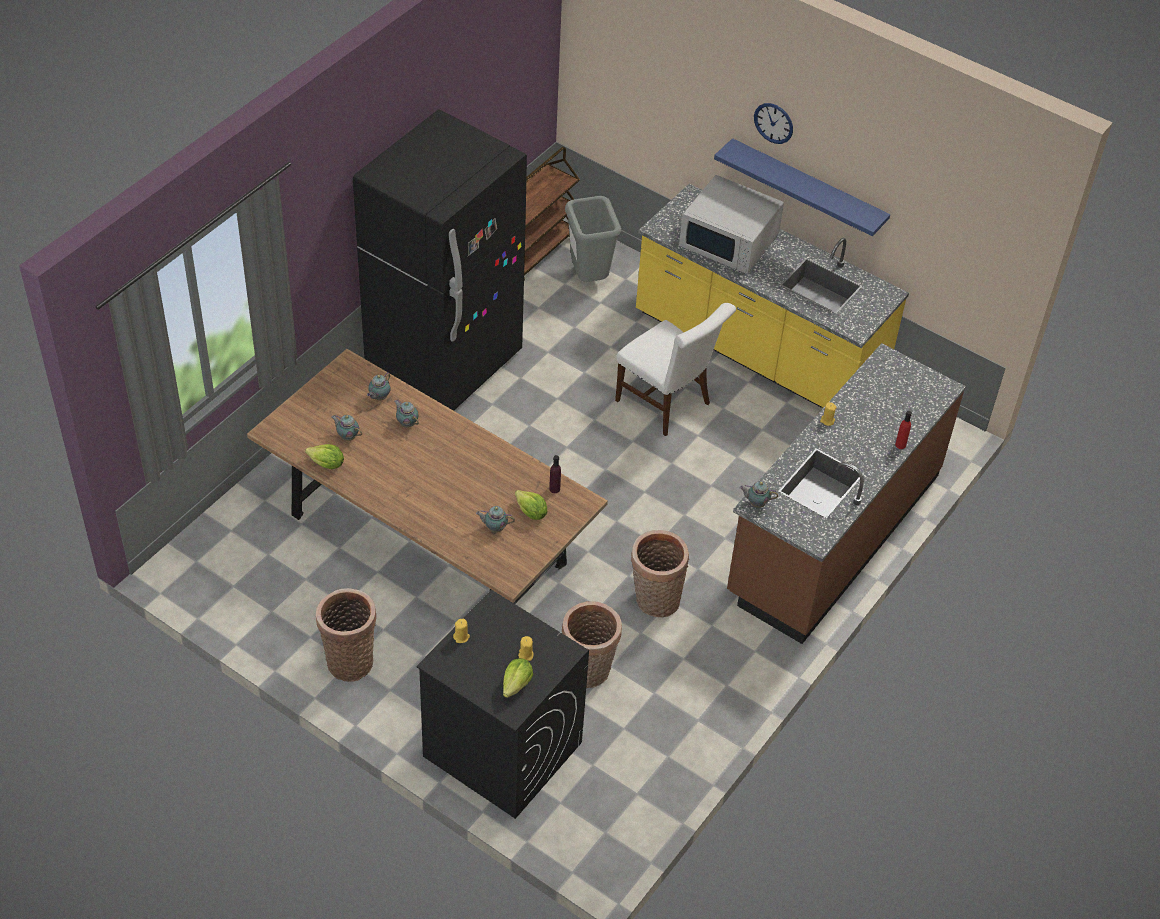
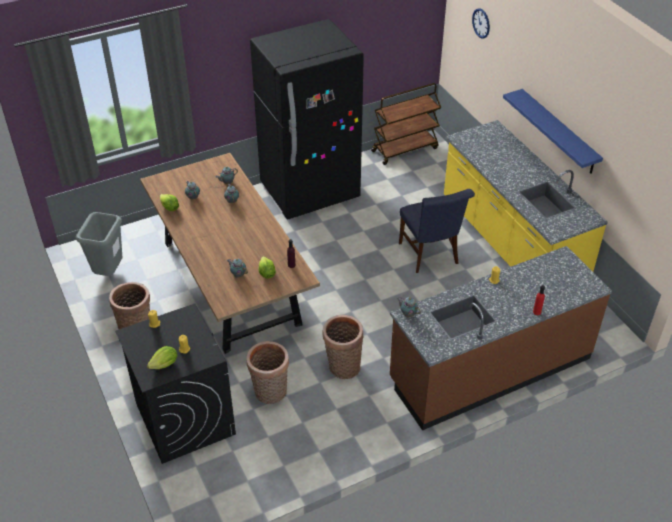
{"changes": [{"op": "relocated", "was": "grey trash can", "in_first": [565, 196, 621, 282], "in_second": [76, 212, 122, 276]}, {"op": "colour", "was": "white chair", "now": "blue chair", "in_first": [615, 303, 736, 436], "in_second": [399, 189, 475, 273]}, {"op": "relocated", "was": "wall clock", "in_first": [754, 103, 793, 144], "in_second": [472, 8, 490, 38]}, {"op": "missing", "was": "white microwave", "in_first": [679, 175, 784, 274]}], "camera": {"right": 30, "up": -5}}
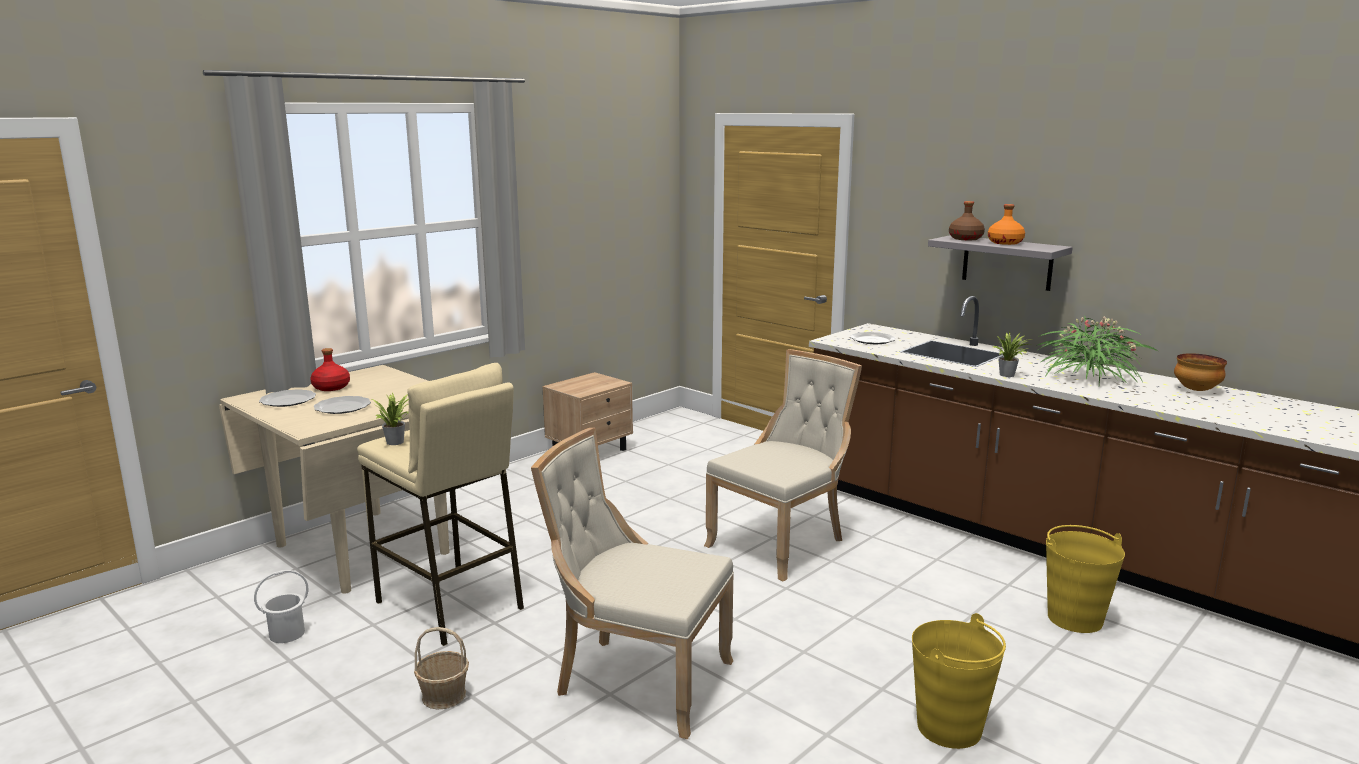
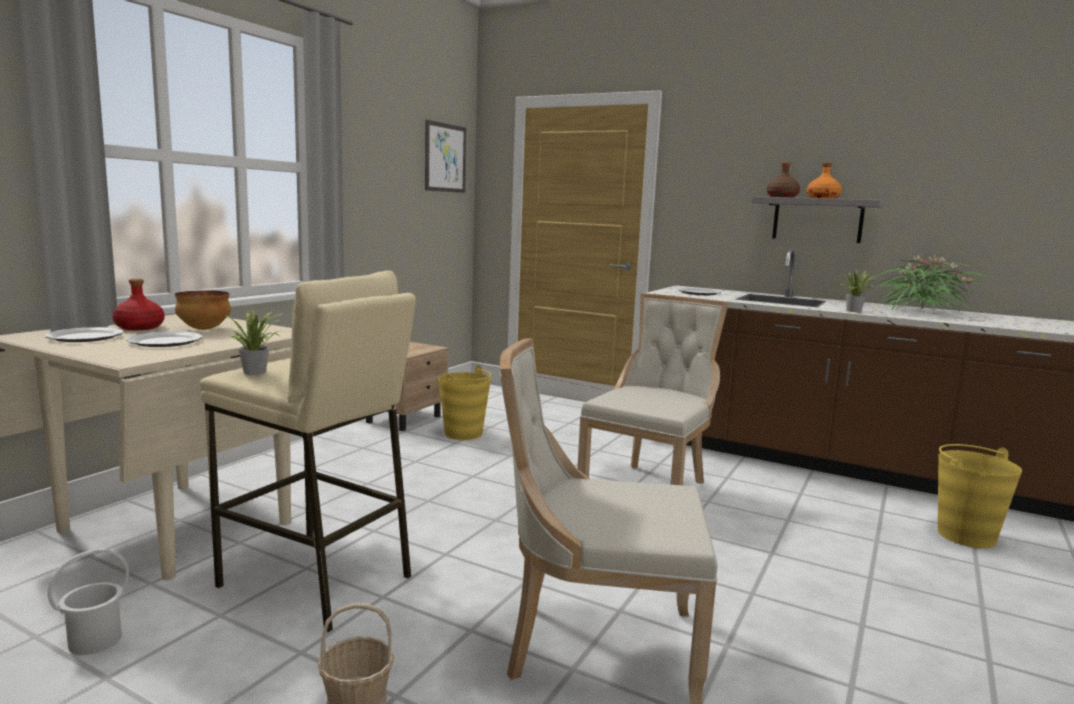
{"changes": [{"op": "relocated", "was": "bowl", "in_first": [1174, 353, 1227, 391], "in_second": [175, 290, 231, 330]}, {"op": "appeared", "now": "picture", "in_second": [425, 120, 466, 193]}, {"op": "relocated", "was": "yellow bucket", "in_first": [912, 613, 1006, 749], "in_second": [438, 365, 491, 440]}], "camera": {"right": -15, "up": -5}}
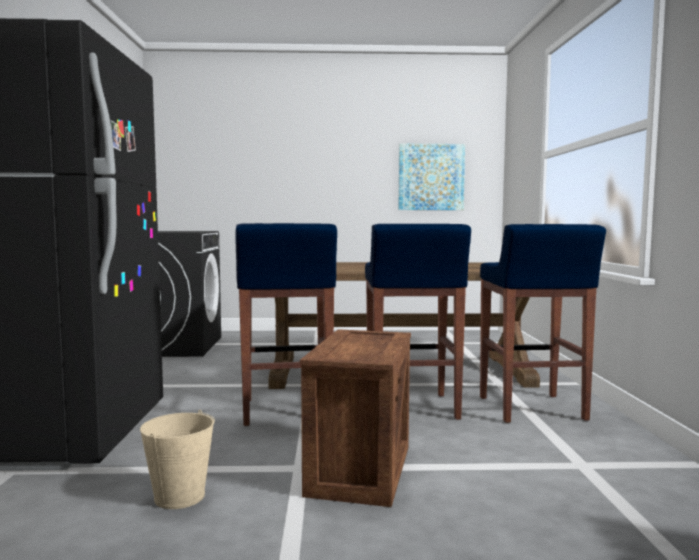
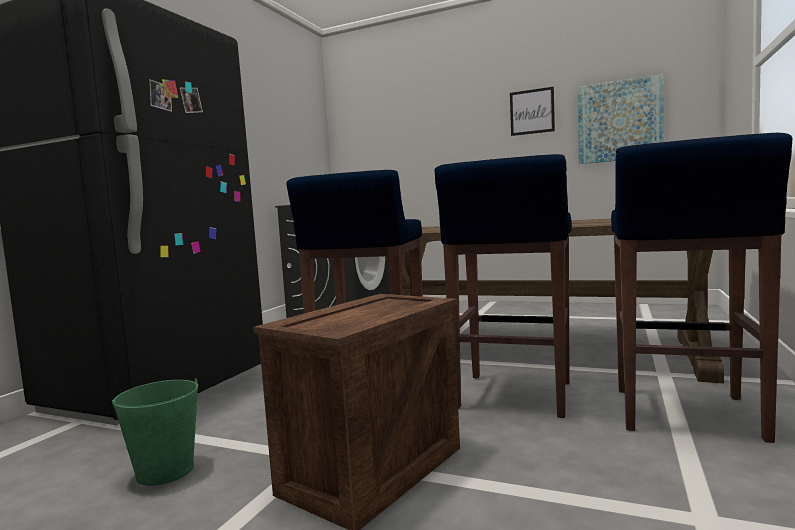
{"changes": [{"op": "colour", "was": "beige bucket", "now": "green bucket", "in_first": [140, 410, 215, 509], "in_second": [112, 378, 198, 486]}, {"op": "appeared", "now": "picture", "in_second": [510, 87, 555, 136]}], "camera": {"right": 25, "up": 0}}
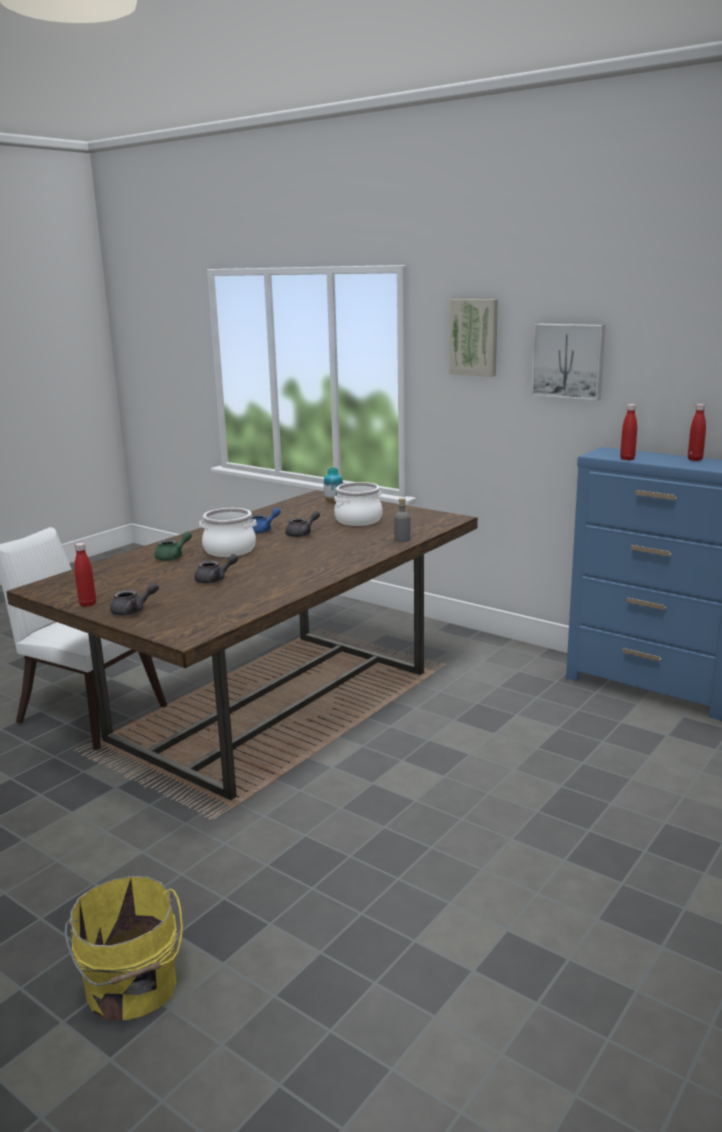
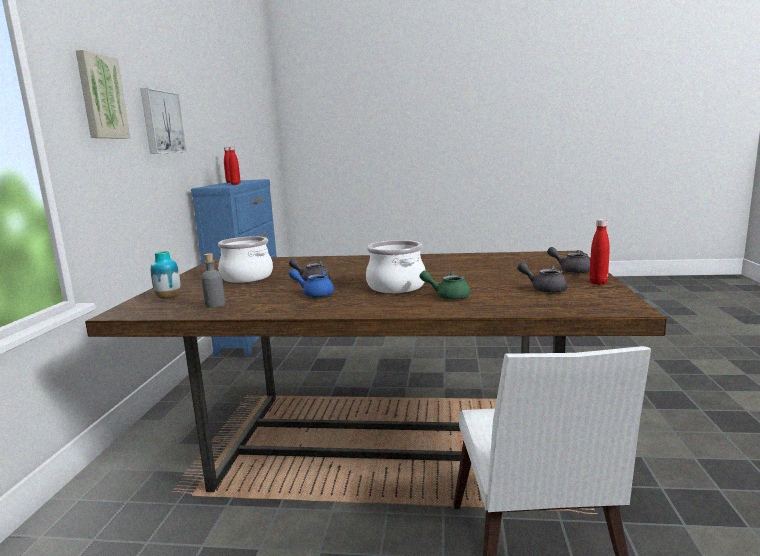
{"changes": [{"op": "relocated", "was": "grey bottle", "in_first": [394, 498, 410, 542], "in_second": [201, 253, 225, 308]}, {"op": "relocated", "was": "grey teapot", "in_first": [195, 554, 239, 584], "in_second": [517, 262, 567, 293]}, {"op": "missing", "was": "yellow bucket", "in_first": [65, 876, 183, 1021]}], "camera": {"right": -120, "up": -5}}
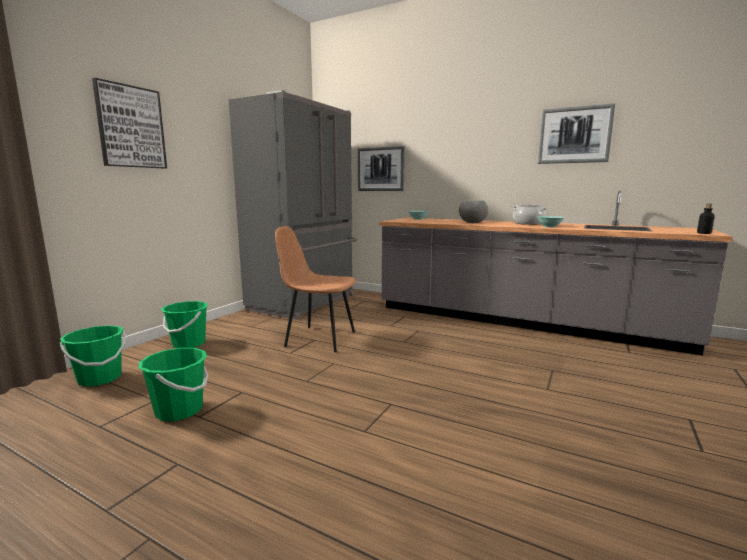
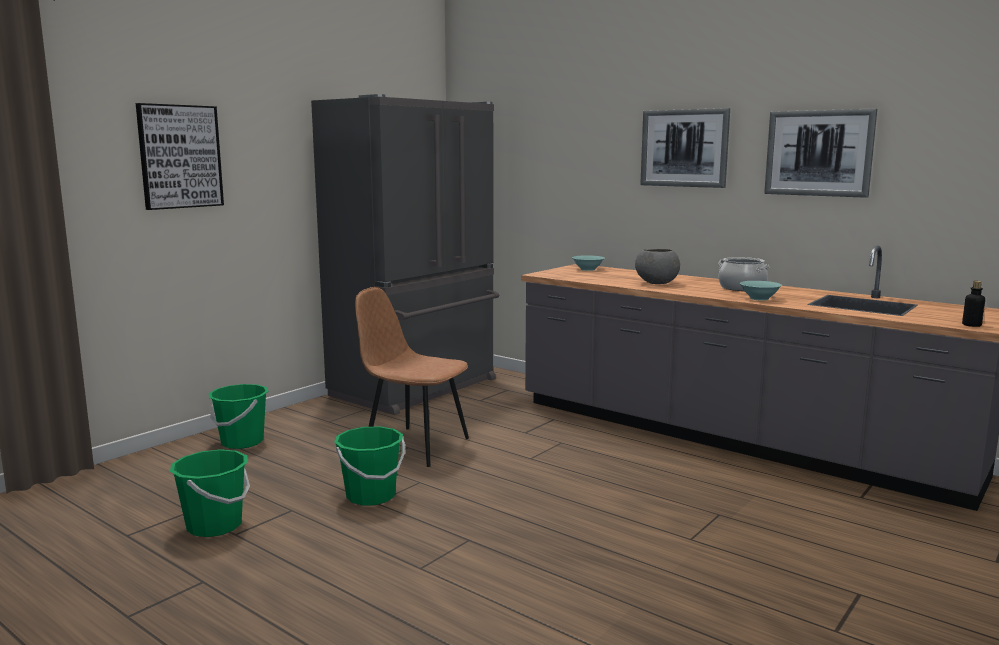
{"changes": [{"op": "relocated", "was": "green bucket", "in_first": [60, 325, 126, 387], "in_second": [334, 426, 405, 506]}, {"op": "relocated", "was": "picture", "in_first": [358, 146, 405, 191], "in_second": [640, 108, 730, 188]}], "camera": {"right": 10, "up": 0}}
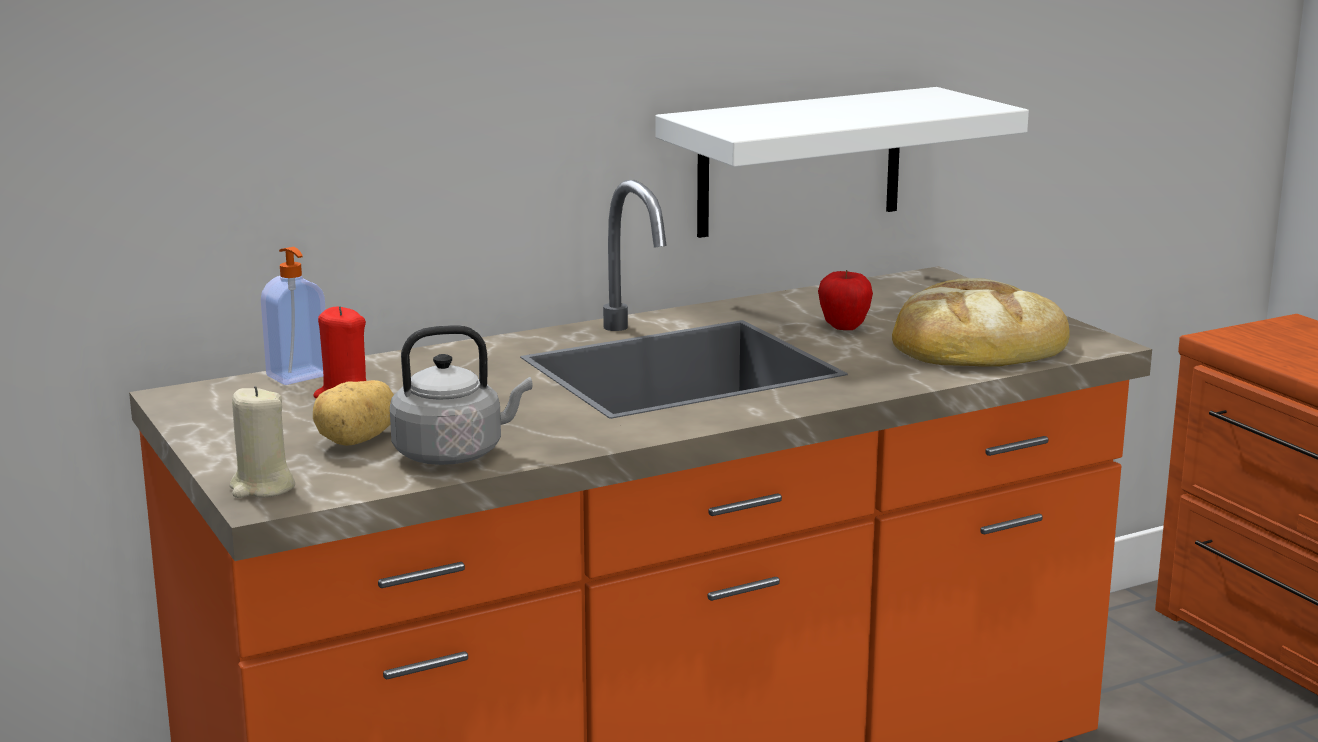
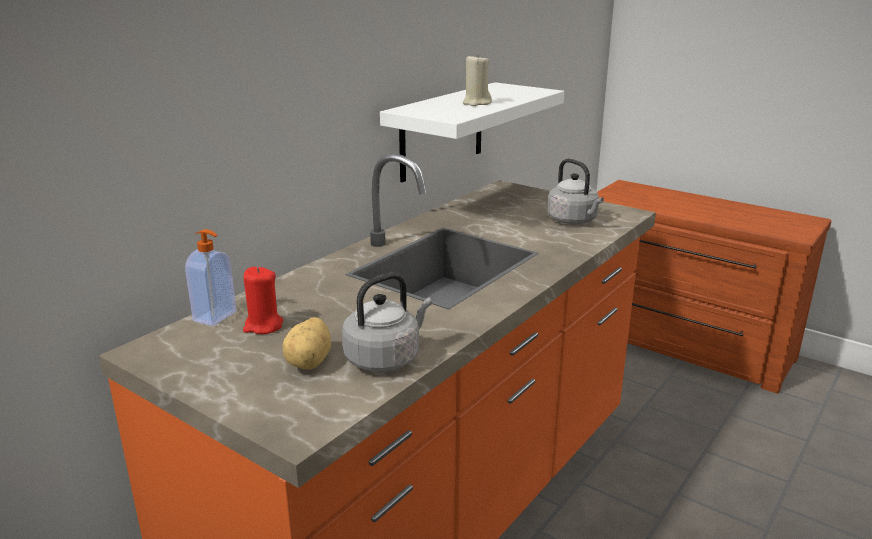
{"changes": [{"op": "relocated", "was": "beige candle", "in_first": [229, 386, 295, 498], "in_second": [463, 53, 492, 106]}, {"op": "exchanged", "was": "bread", "now": "grey kettle", "in_first": [892, 278, 1070, 367], "in_second": [548, 159, 604, 224]}, {"op": "missing", "was": "apple", "in_first": [818, 270, 873, 330]}], "camera": {"right": -25, "up": 5}}
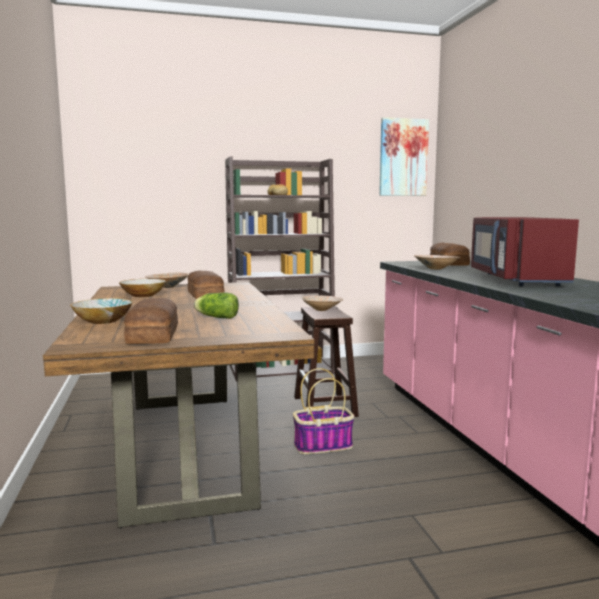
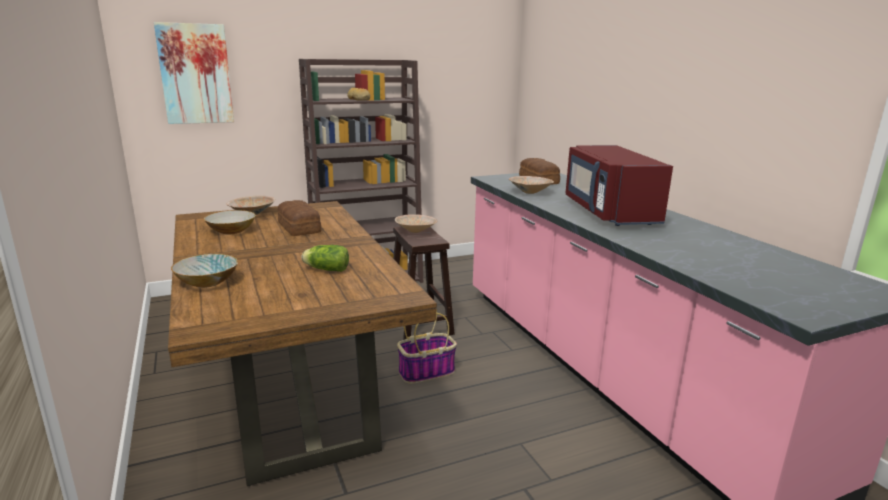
{"changes": [{"op": "relocated", "was": "picture", "in_first": [379, 117, 429, 196], "in_second": [154, 22, 234, 124]}, {"op": "missing", "was": "bread", "in_first": [124, 298, 178, 344]}], "camera": {"right": -10, "up": 10}}
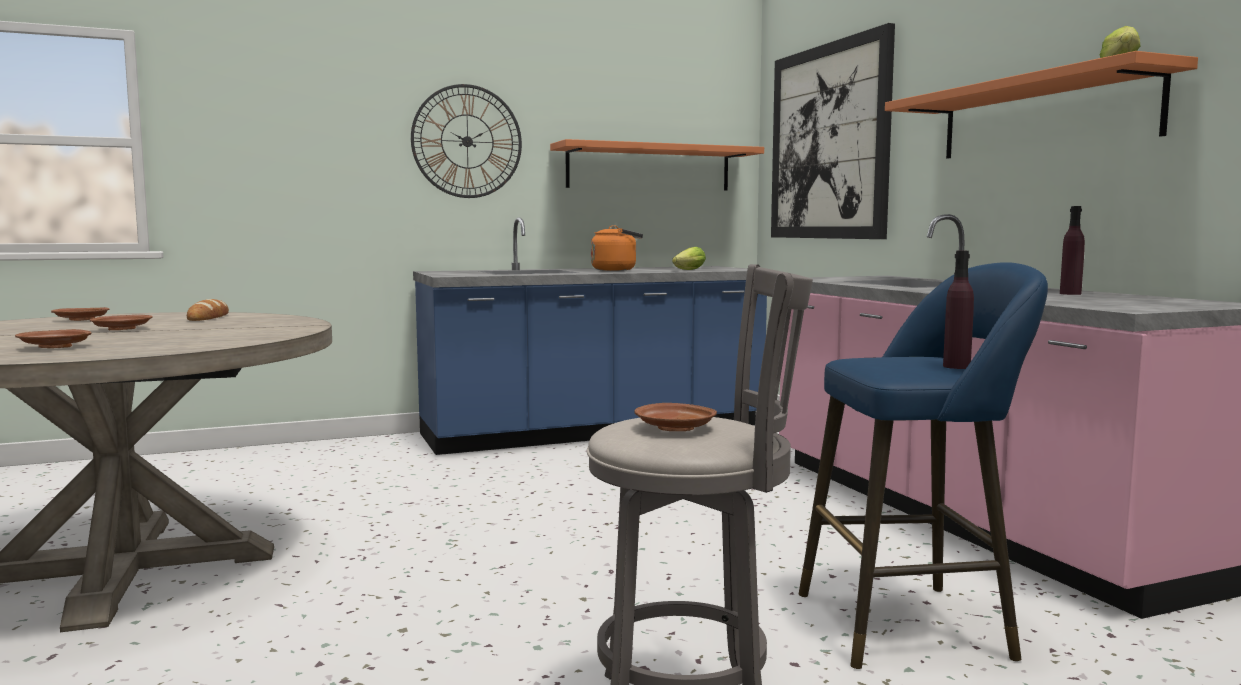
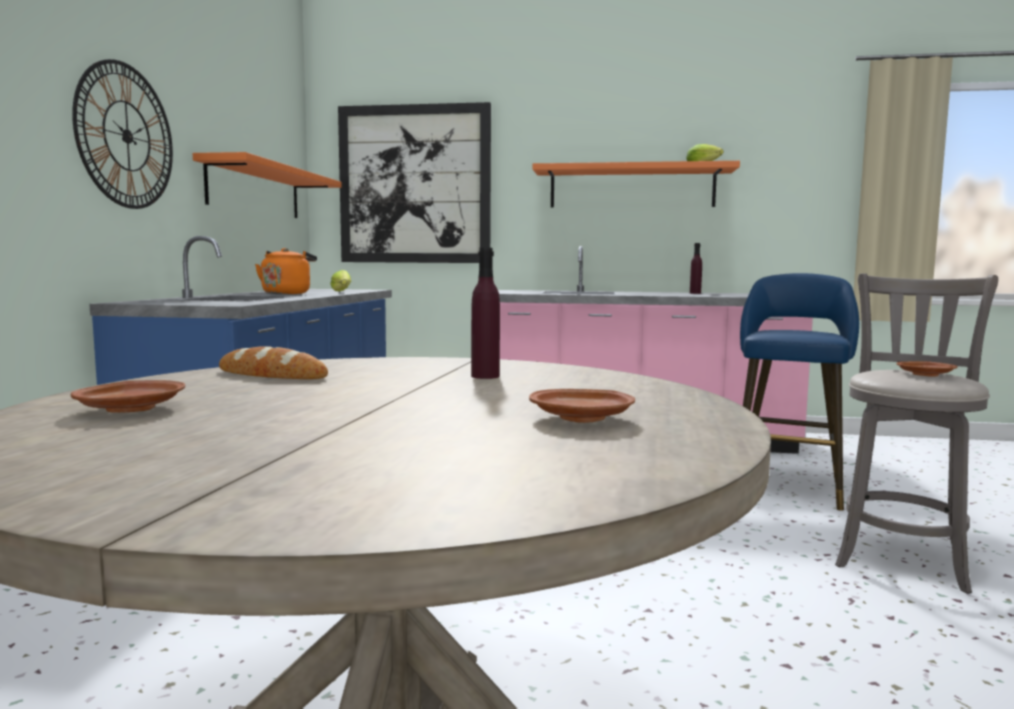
{"changes": [{"op": "relocated", "was": "purple bottle", "in_first": [943, 251, 974, 369], "in_second": [471, 248, 500, 379]}, {"op": "missing", "was": "brown plate", "in_first": [90, 315, 153, 330]}], "camera": {"right": -60, "up": 0}}
